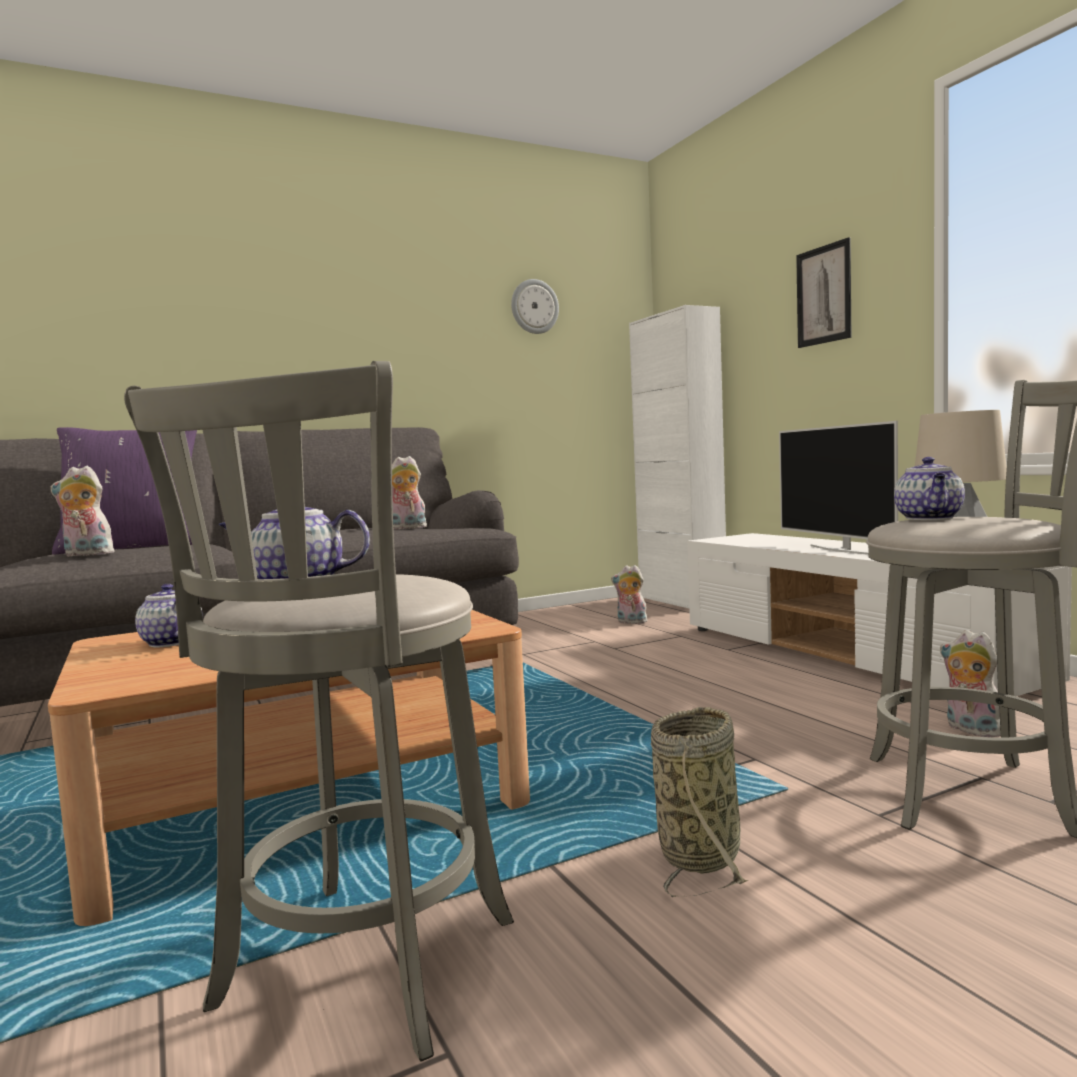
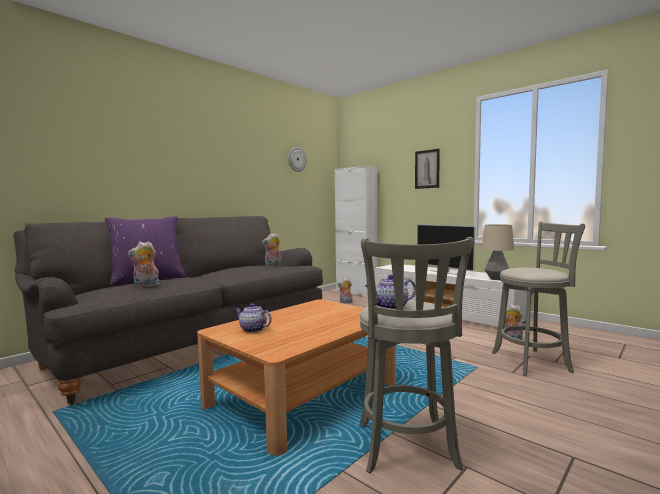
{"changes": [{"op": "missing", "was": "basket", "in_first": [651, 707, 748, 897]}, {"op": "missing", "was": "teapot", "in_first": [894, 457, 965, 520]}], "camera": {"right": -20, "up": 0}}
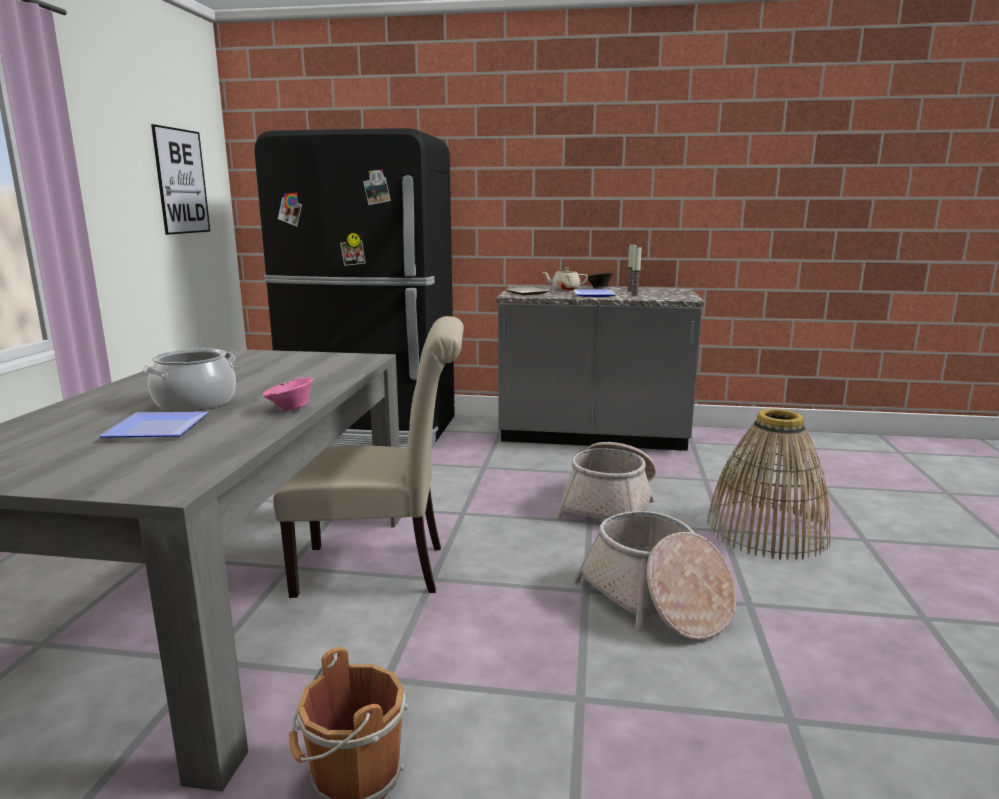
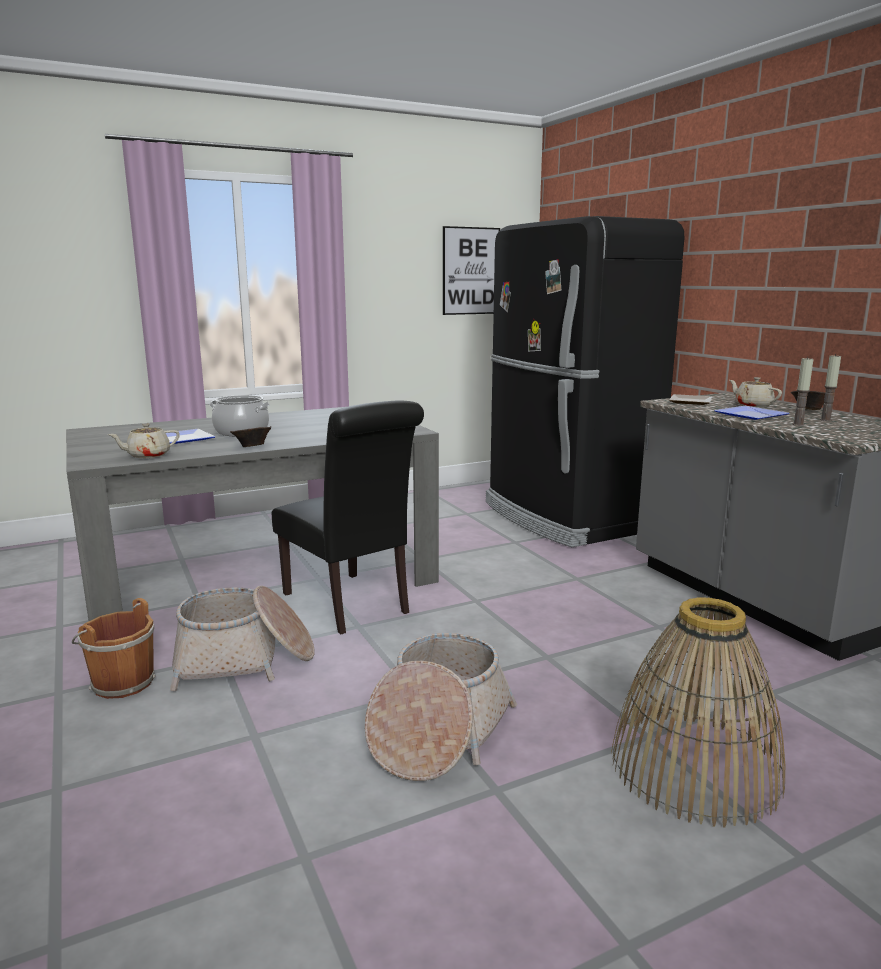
{"changes": [{"op": "appeared", "now": "beige teapot", "in_second": [108, 423, 180, 458]}, {"op": "relocated", "was": "basket", "in_first": [556, 442, 656, 519], "in_second": [170, 585, 315, 691]}, {"op": "colour", "was": "pink bowl", "now": "brown bowl", "in_first": [262, 377, 314, 412], "in_second": [230, 426, 271, 447]}, {"op": "colour", "was": "beige chair", "now": "black chair", "in_first": [273, 316, 464, 598], "in_second": [272, 400, 424, 634]}], "camera": {"right": 55, "up": 0}}
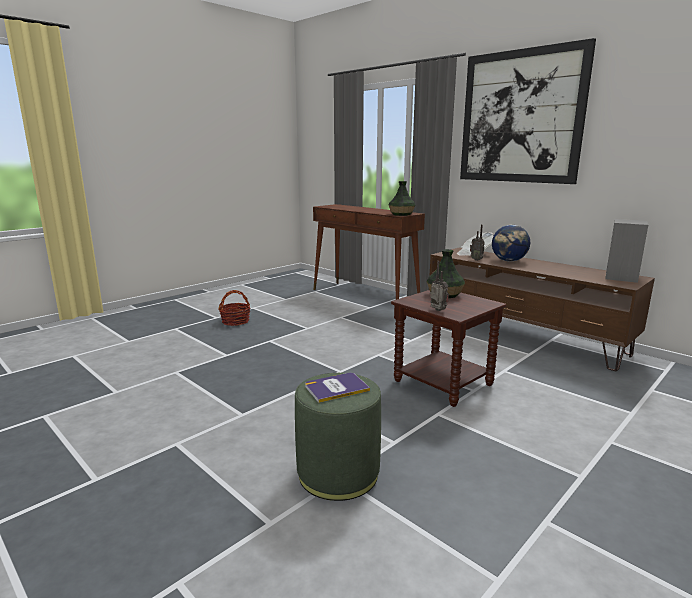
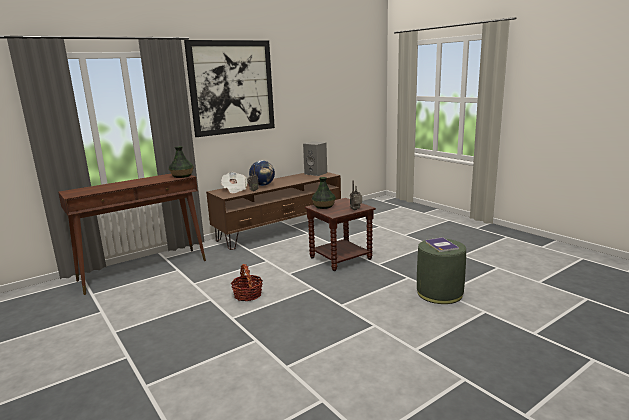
{"changes": [{"op": "relocated", "was": "basket", "in_first": [218, 290, 251, 326], "in_second": [231, 264, 263, 301]}], "camera": {"right": -80, "up": 0}}
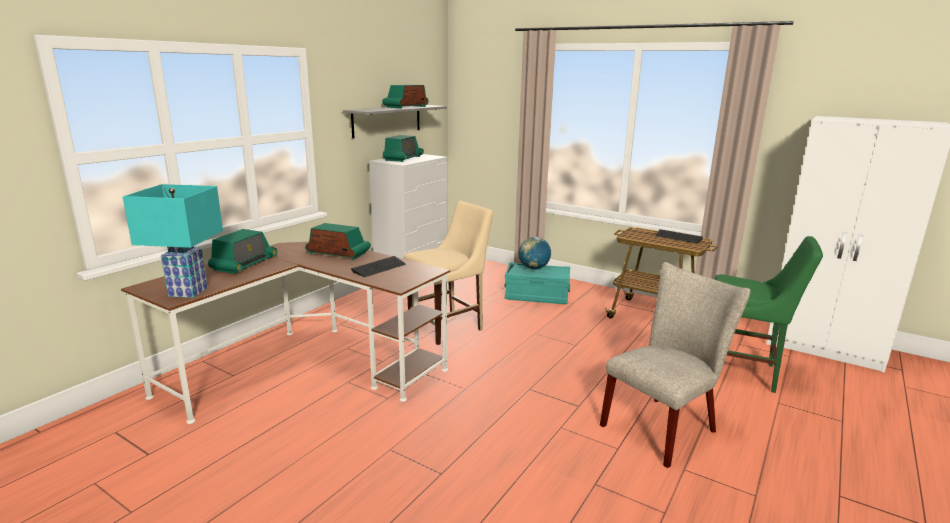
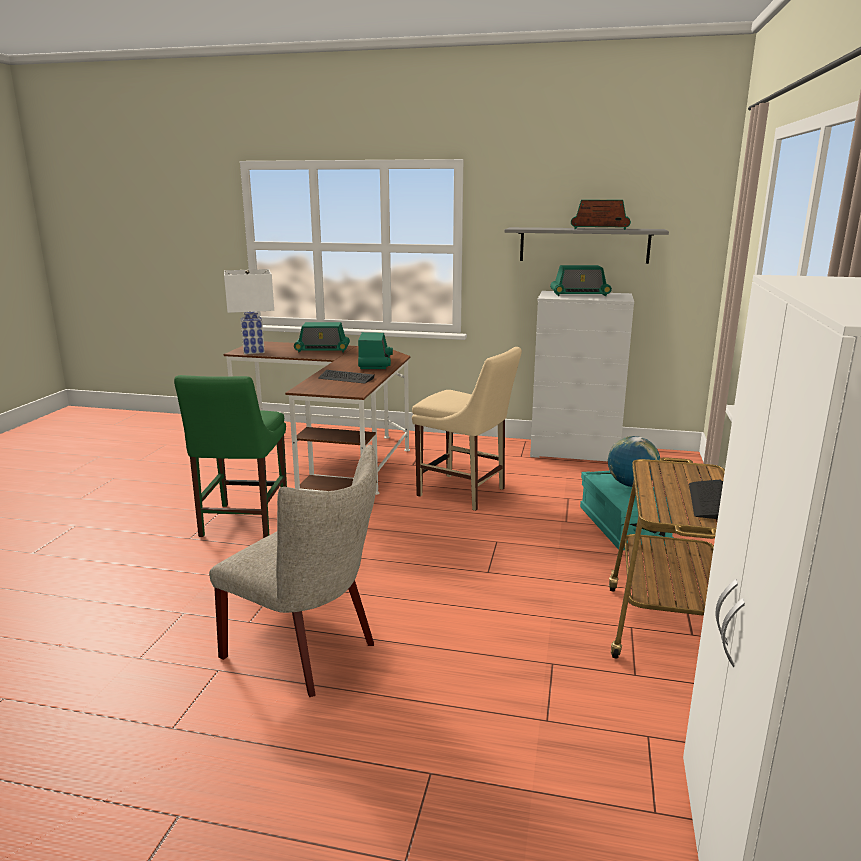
{"changes": [{"op": "relocated", "was": "green chair", "in_first": [714, 236, 823, 393], "in_second": [174, 375, 287, 538]}, {"op": "colour", "was": "turquoise table lamp", "now": "white table lamp", "in_first": [123, 184, 223, 298], "in_second": [224, 269, 274, 354]}], "camera": {"right": 70, "up": 0}}
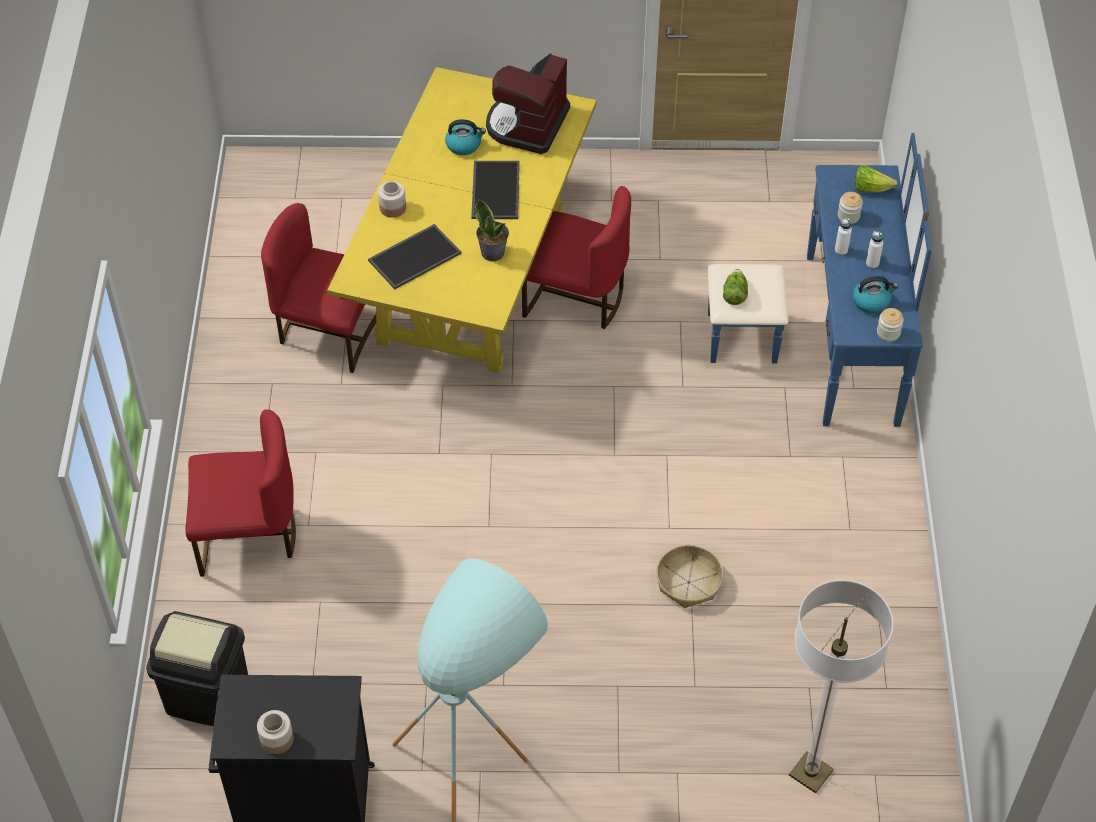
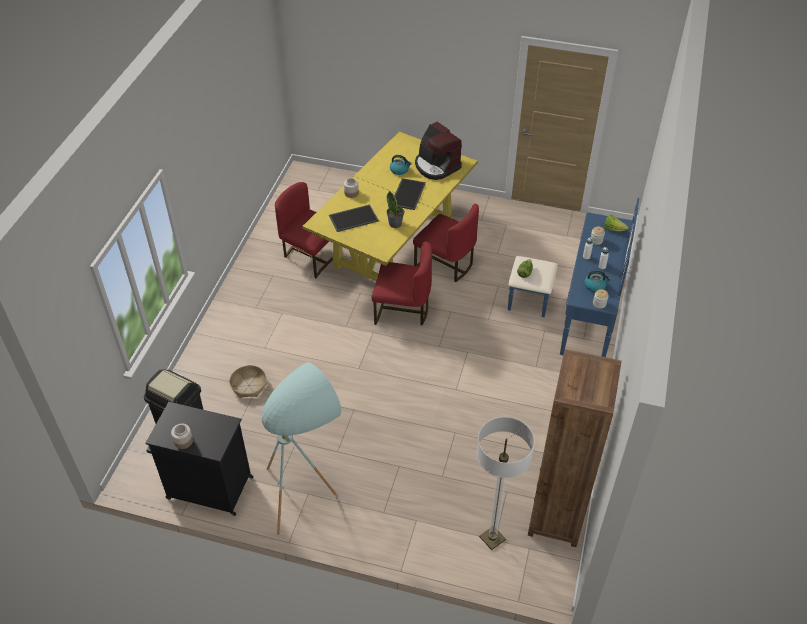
{"changes": [{"op": "relocated", "was": "basket", "in_first": [656, 545, 723, 608], "in_second": [229, 365, 267, 398]}, {"op": "relocated", "was": "red chair", "in_first": [185, 409, 296, 577], "in_second": [372, 241, 432, 325]}, {"op": "spun", "was": "coffee machine", "in_first": [486, 53, 570, 154], "in_second": [415, 122, 462, 180], "clockwise": -75}, {"op": "appeared", "now": "brown bookcase", "in_second": [528, 349, 622, 547]}], "camera": {"right": 15, "up": -5}}
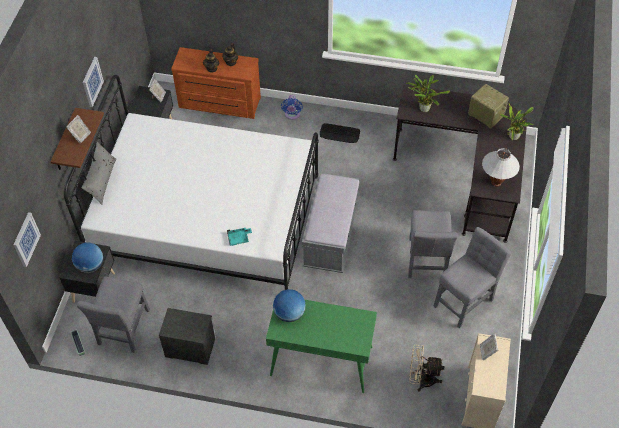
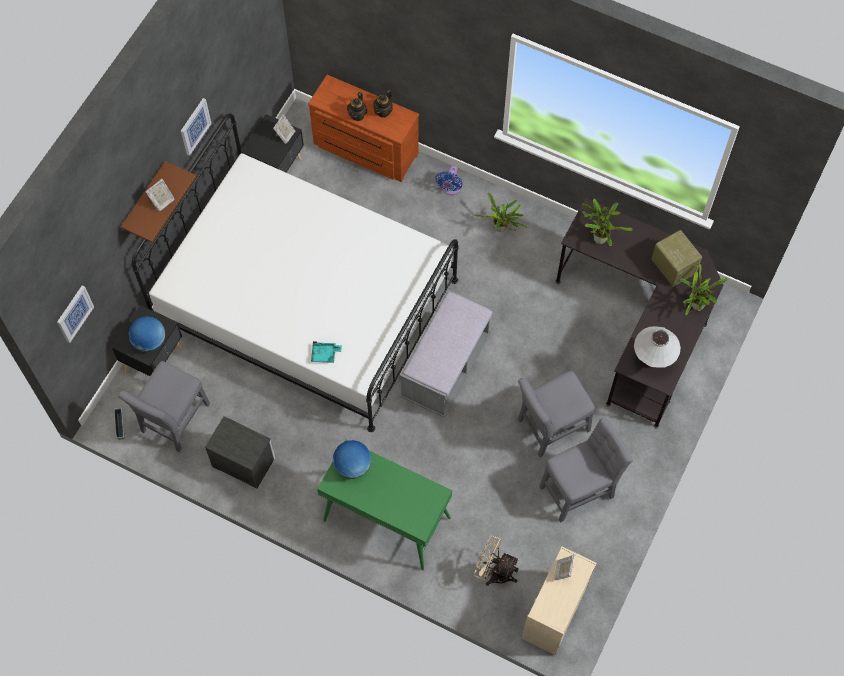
{"changes": [{"op": "exchanged", "was": "keyboard", "now": "potted plant", "in_first": [320, 123, 360, 143], "in_second": [475, 193, 527, 232]}, {"op": "spun", "was": "grey chair", "in_first": [408, 210, 458, 278], "in_second": [518, 371, 595, 457], "clockwise": 45}, {"op": "missing", "was": "grey pillow", "in_first": [82, 142, 117, 205]}], "camera": {"right": 15, "up": 10}}
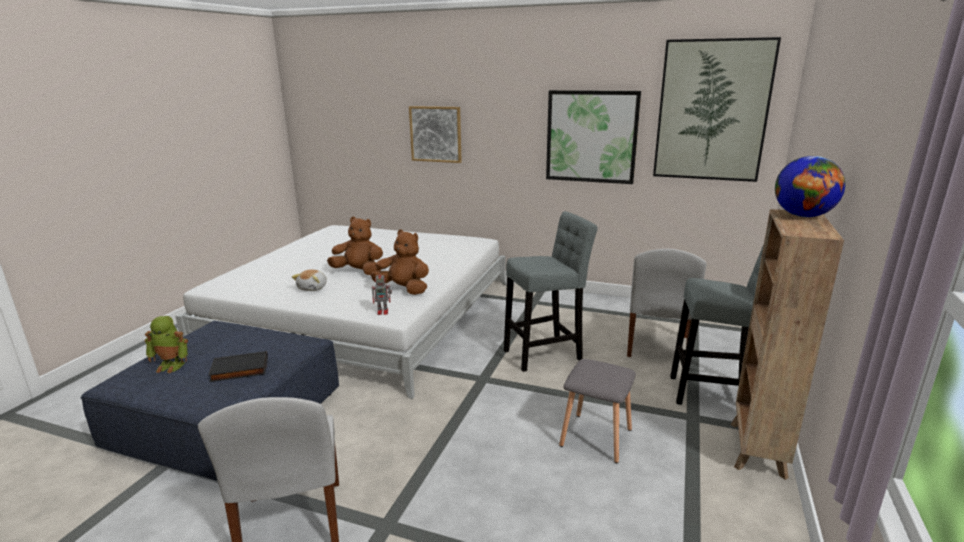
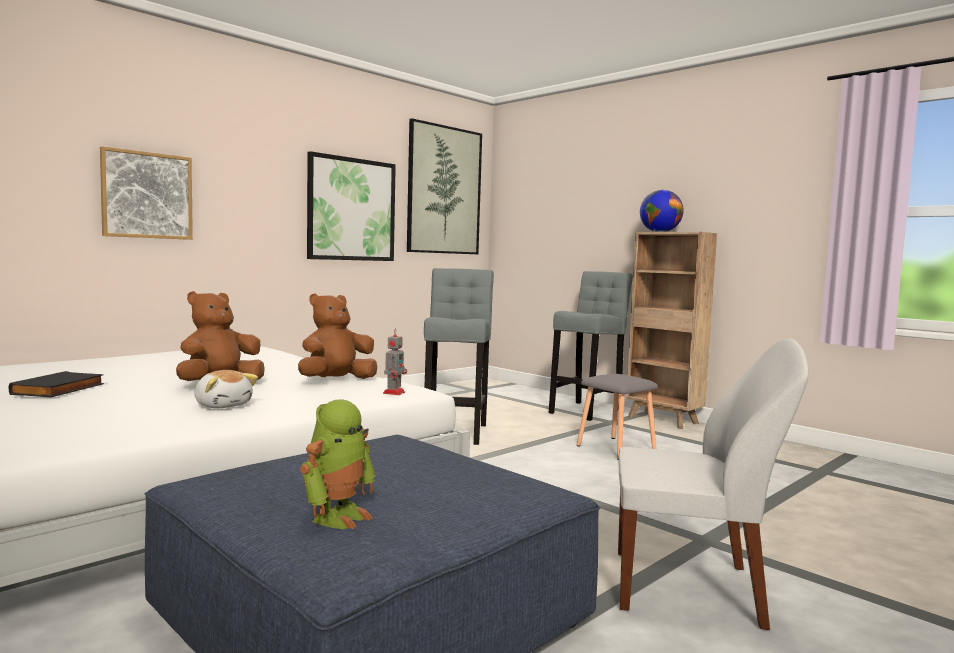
{"changes": [{"op": "relocated", "was": "black book", "in_first": [208, 351, 268, 382], "in_second": [9, 371, 104, 397]}, {"op": "missing", "was": "white chair", "in_first": [627, 249, 706, 357]}], "camera": {"right": -65, "up": -15}}
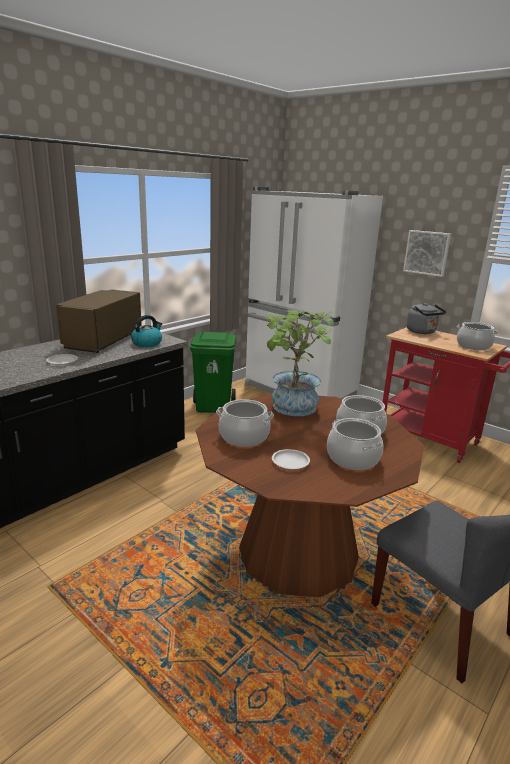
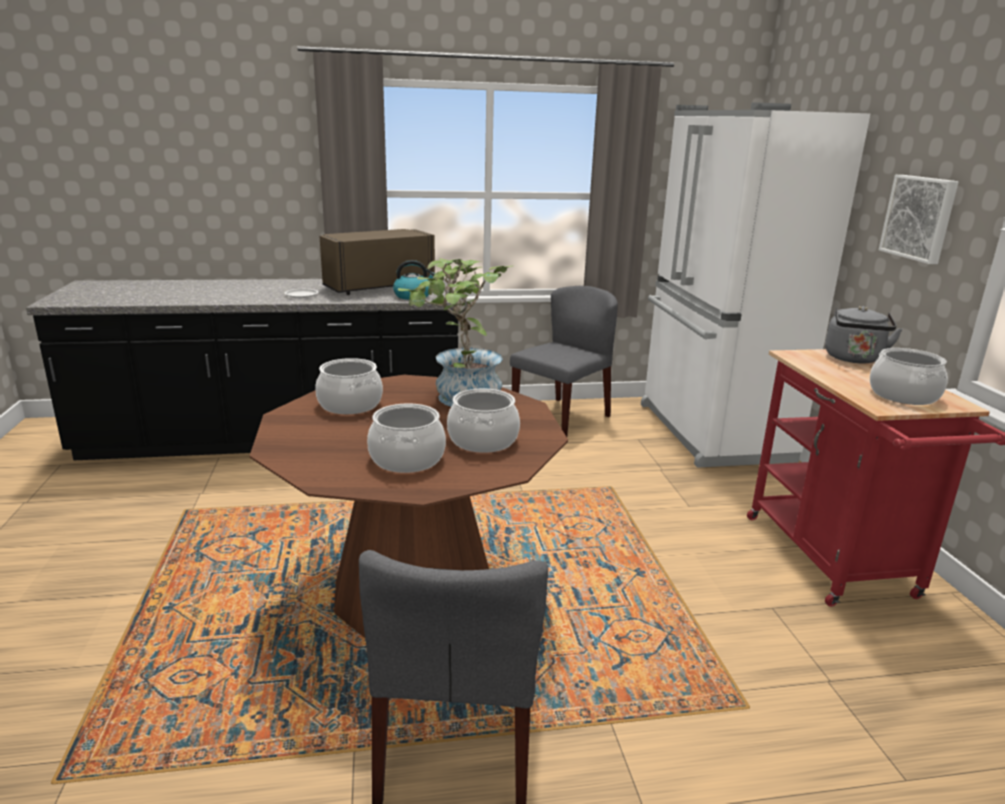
{"changes": [{"op": "exchanged", "was": "green trash can", "now": "grey chair", "in_first": [190, 332, 236, 413], "in_second": [510, 286, 618, 437]}, {"op": "missing", "was": "white plate", "in_first": [272, 449, 310, 469]}], "camera": {"right": 40, "up": 0}}
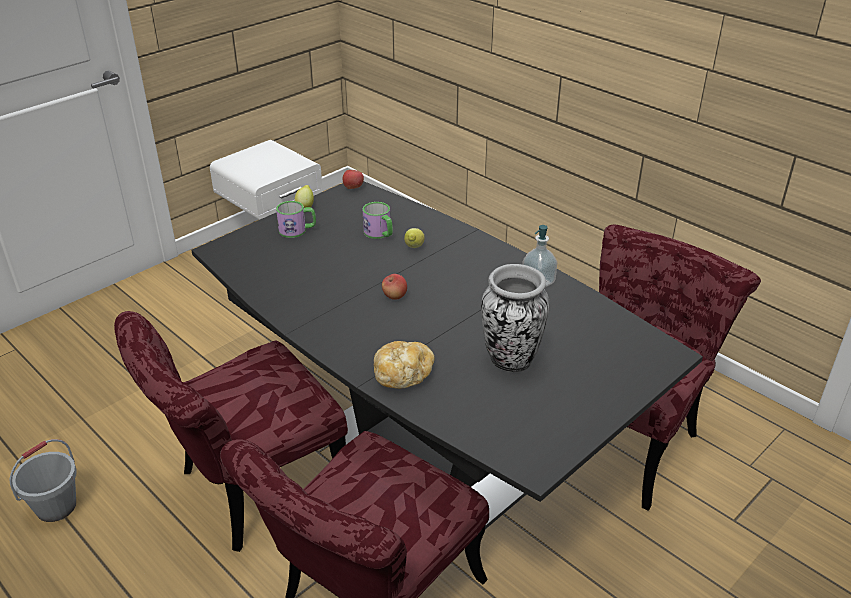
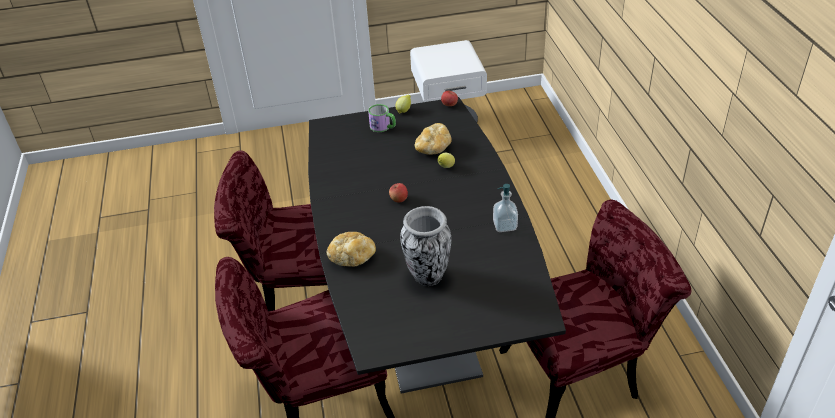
{"changes": [{"op": "exchanged", "was": "mug", "now": "bread", "in_first": [363, 202, 393, 239], "in_second": [415, 123, 452, 155]}, {"op": "missing", "was": "grey bucket", "in_first": [9, 439, 77, 522]}], "camera": {"right": 35, "up": 5}}
